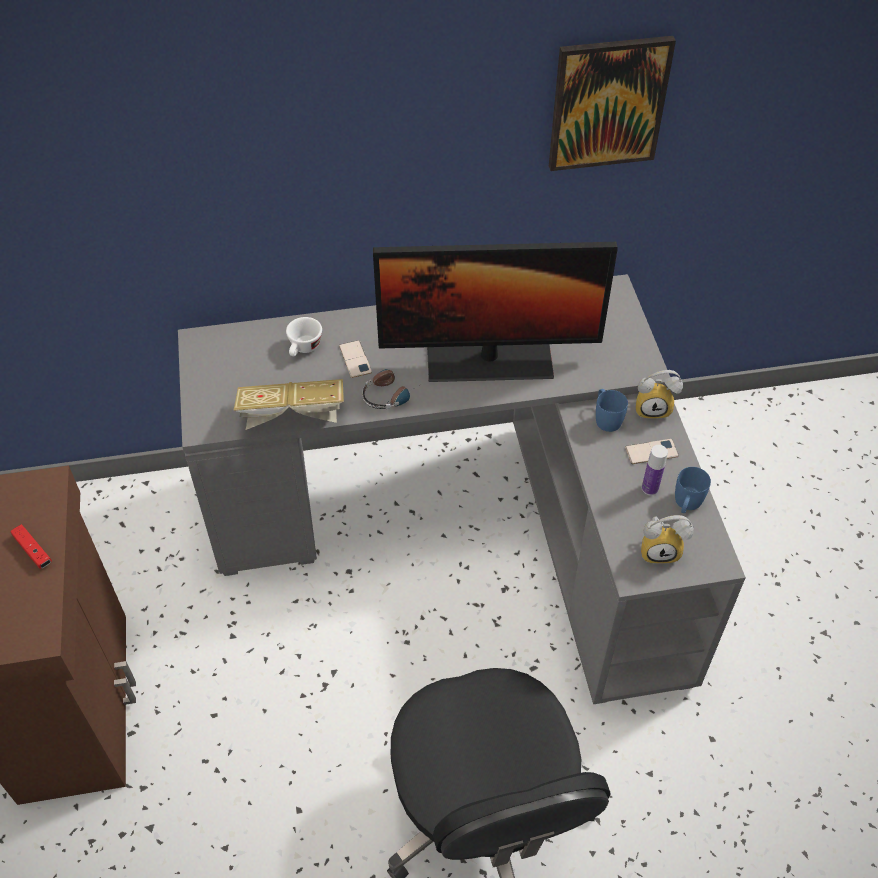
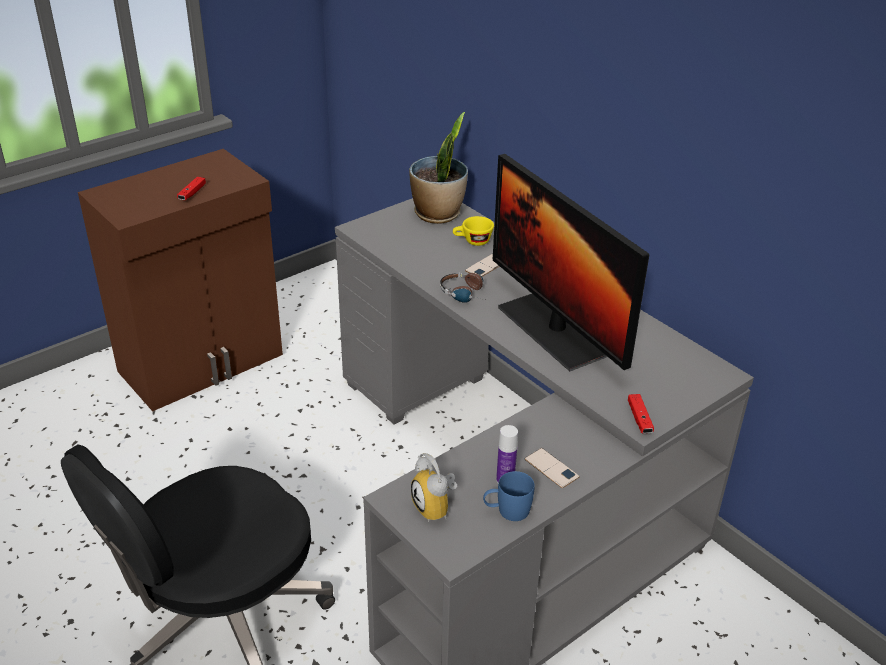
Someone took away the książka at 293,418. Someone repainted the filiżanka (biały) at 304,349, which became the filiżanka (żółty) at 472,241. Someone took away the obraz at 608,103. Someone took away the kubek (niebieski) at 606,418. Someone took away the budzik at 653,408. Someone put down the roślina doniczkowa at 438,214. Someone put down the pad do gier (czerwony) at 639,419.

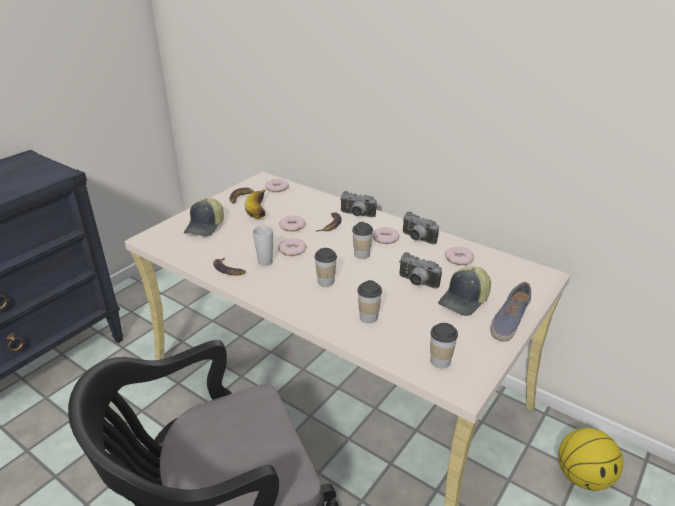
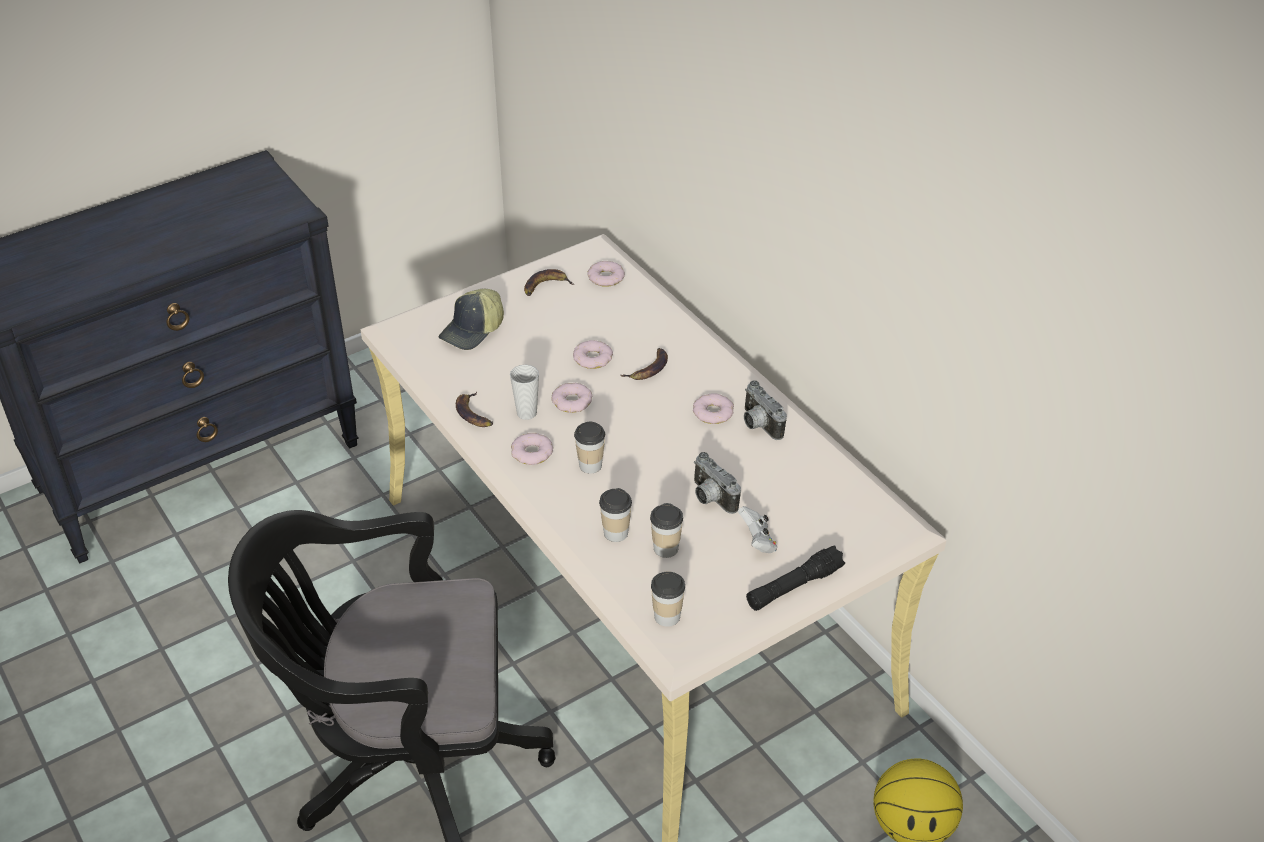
Someone took away the banan at 262,210. Someone took away the aparat fotograficzny at 356,215. Someone carried the filiżanka from 362,254 to 666,548. Someone swapped the czapka z daszkiem at 465,300 for the pad do gier (biały) at 757,541. Someone carried the donut from 459,259 to 532,453. Someone swapped the but at 509,321 for the latarka (czarny) at 794,587.

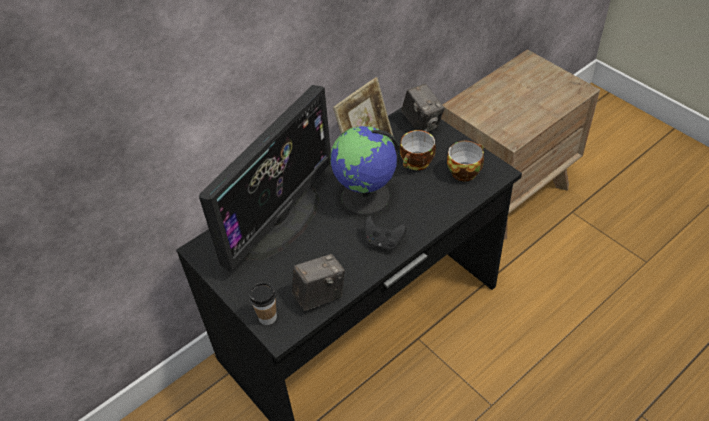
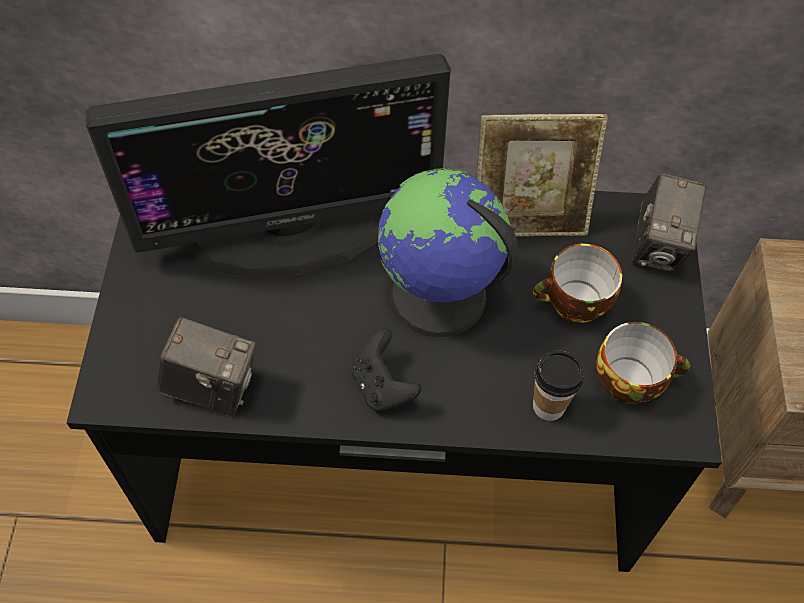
Someone carried the filiżanka from 267,317 to 548,406.

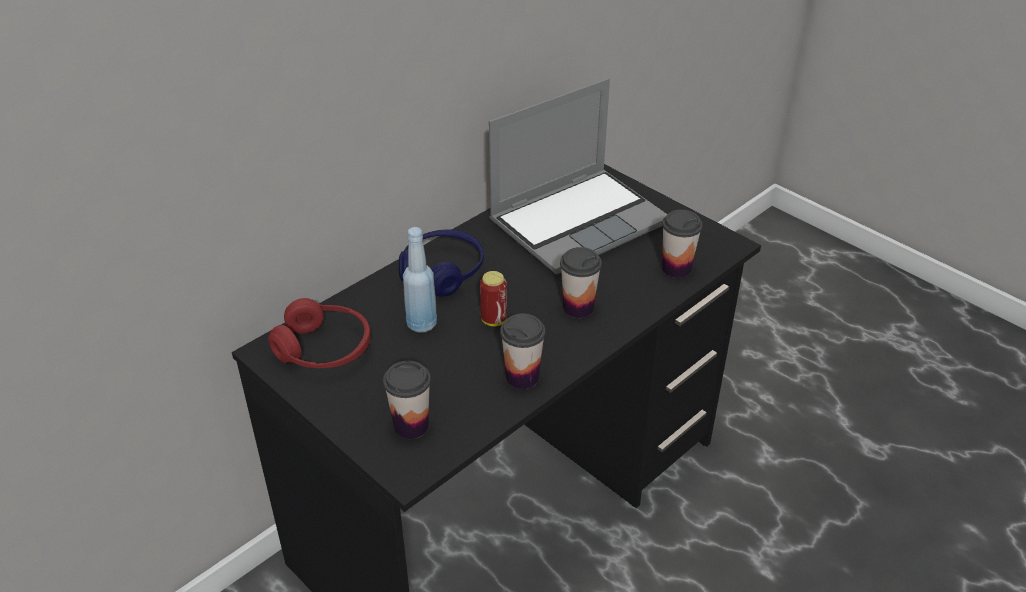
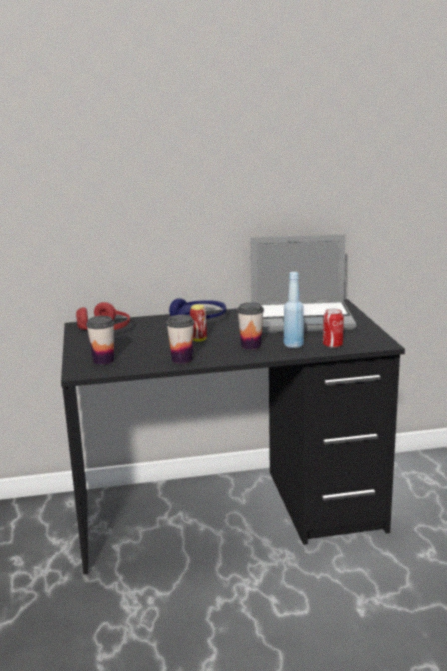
Someone carried the butelka (niebieski) from 421,324 to 293,345. Someone swapped the filiżanka at 676,268 for the puszka at 332,345.

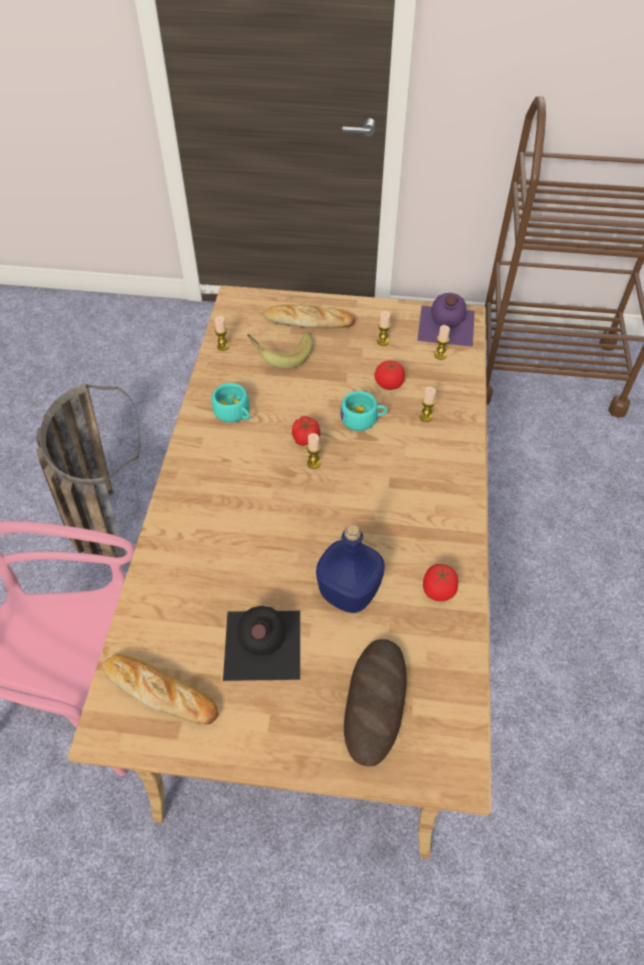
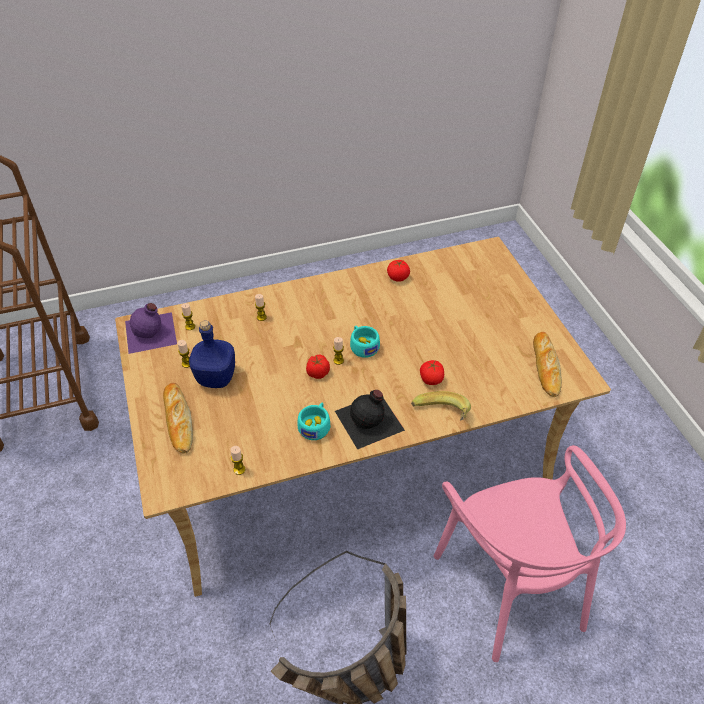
Someone carried the butelka (czarny) from 261,645 to 370,420. Someone carried the banan from 280,355 to 441,417. Someone carried the butelka (niebieski) from 350,593 to 216,377. Someone carried the filiżanka (turkusowy) from 363,419 to 363,346. Someone took away the chleb at 375,702. Someone carried the pomidor from 389,384 to 431,379.

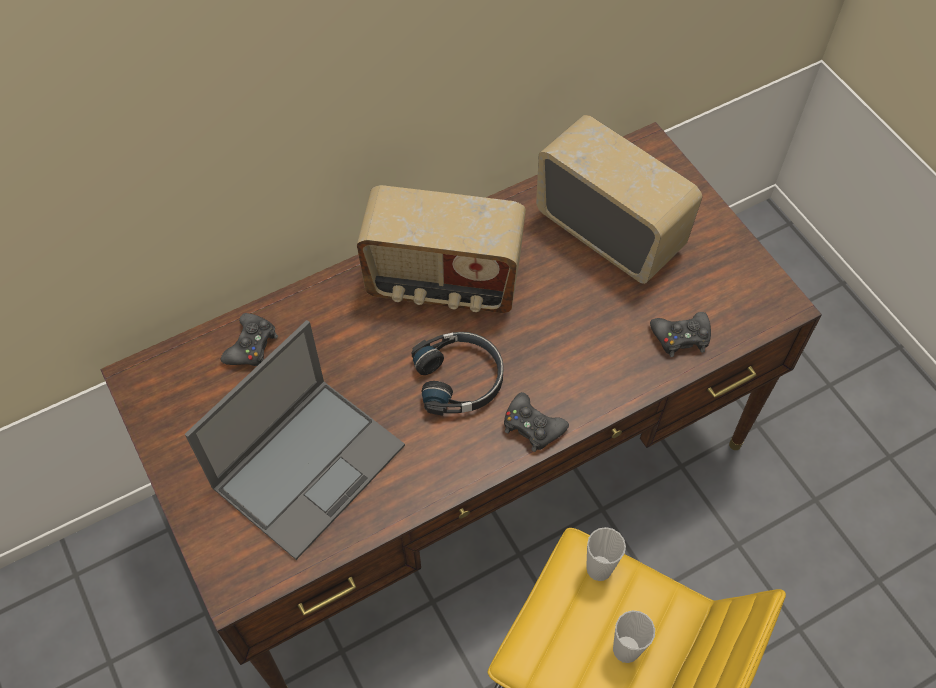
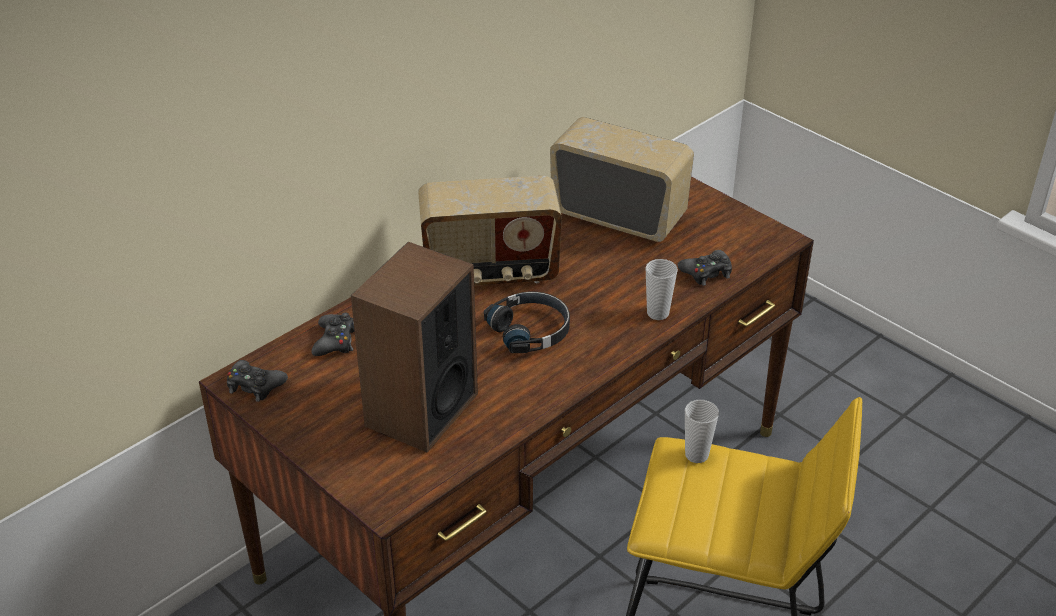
Someone swapped the laptop at 310,464 for the głośnik at 421,410. Someone carried the pad do gier (czarny) from 532,426 to 255,386. Someone carried the filiżanka from 626,649 to 658,313.

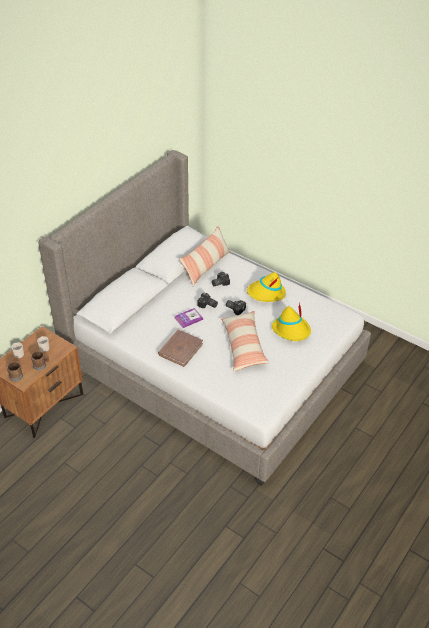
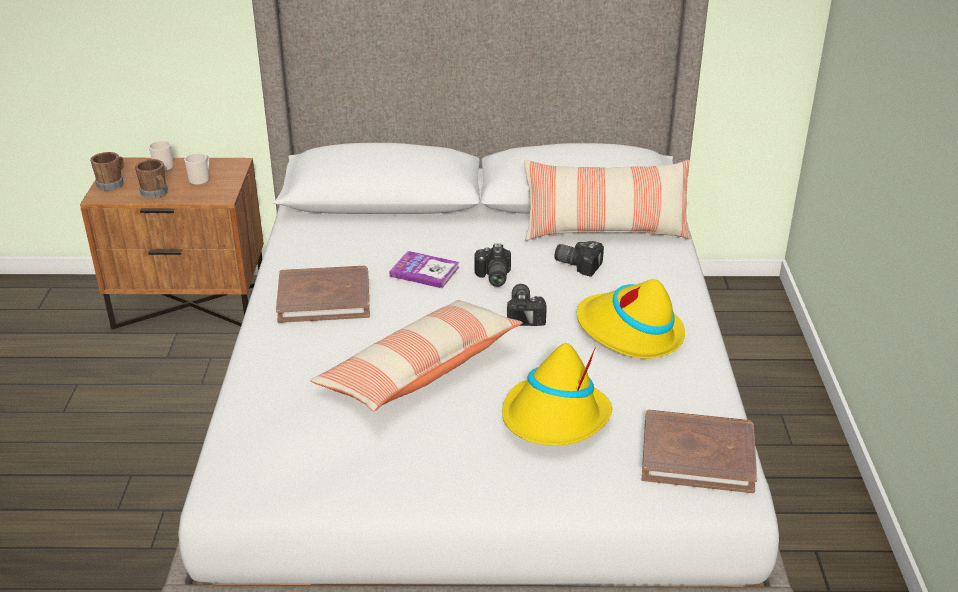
Someone put down the książka (brązowy) at 697,455.

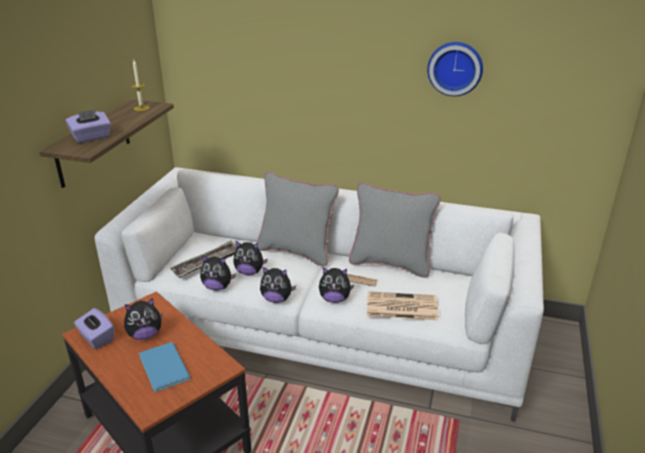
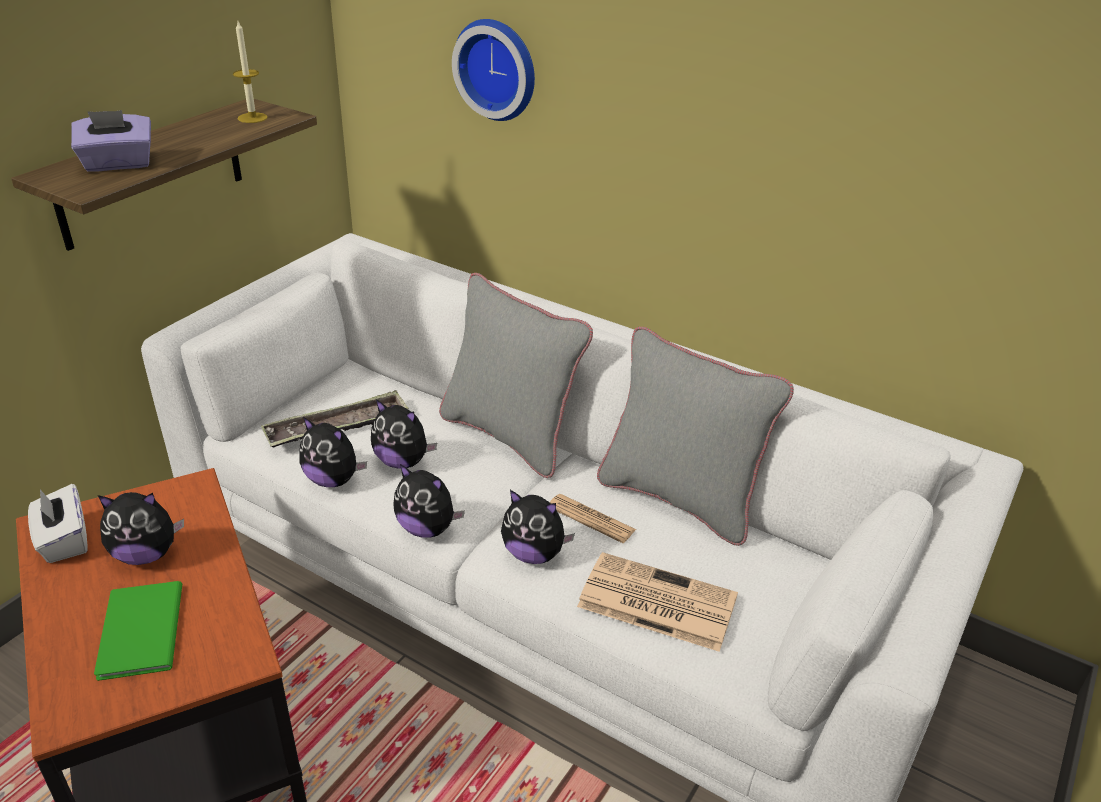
Someone repainted the pudełko chusteczek (fioletowy) at 96,338, which became the pudełko chusteczek (biały) at 64,540. Someone repainted the książka (niebieski) at 163,369, which became the książka (zielony) at 137,634. Someone carried the zegar ścienny from 455,68 to 498,68.

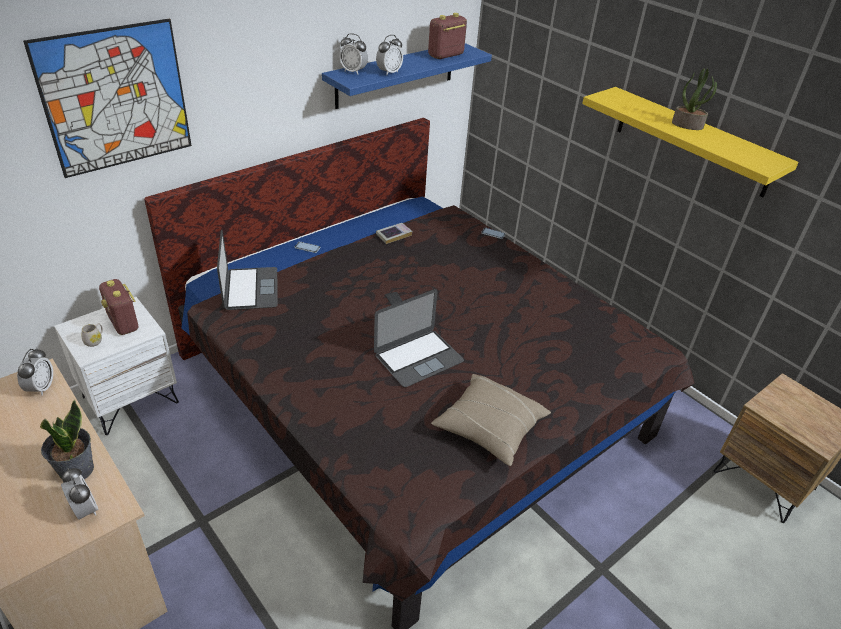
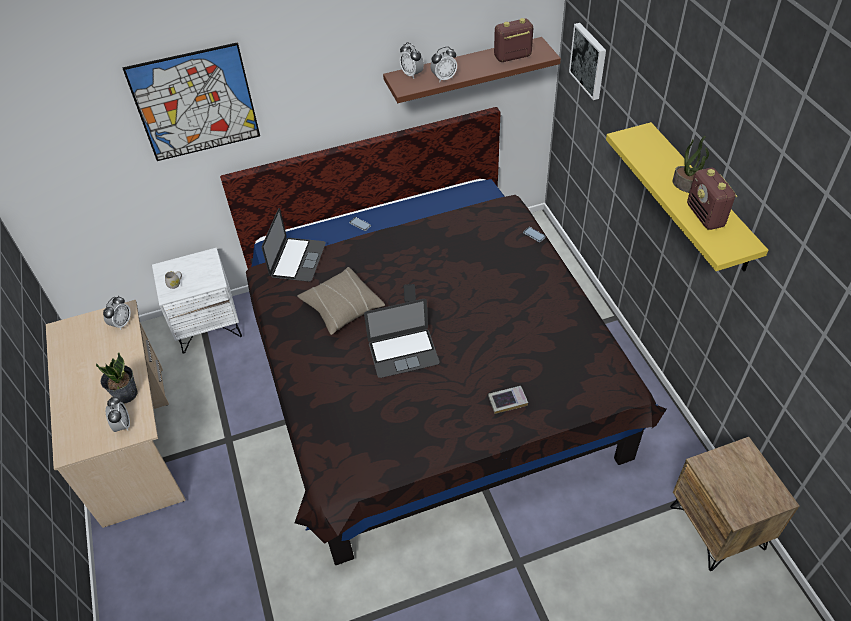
Someone carried the radio from 124,323 to 705,216. Someone repainted the półka (niebieski) at 396,75, which became the półka (brązowy) at 464,70. Someone carried the książka from 394,235 to 507,401. Someone carried the poduszka (beżowy) from 489,428 to 342,308. Someone put up the obraz at 589,60.

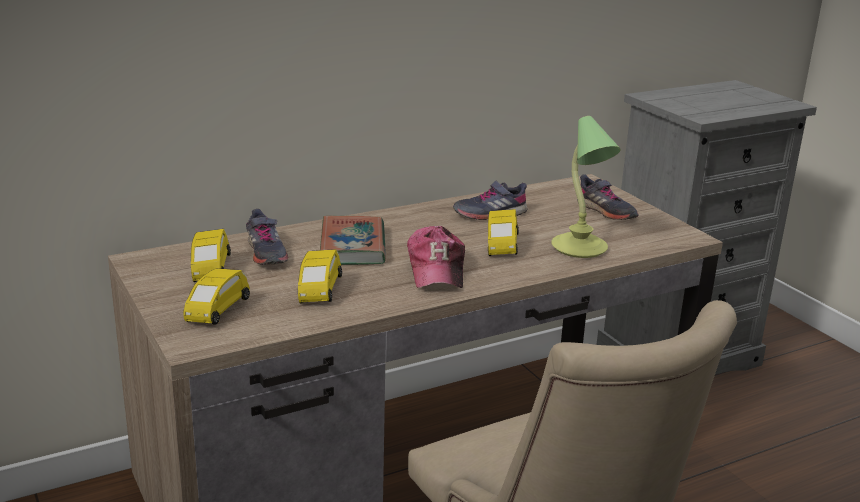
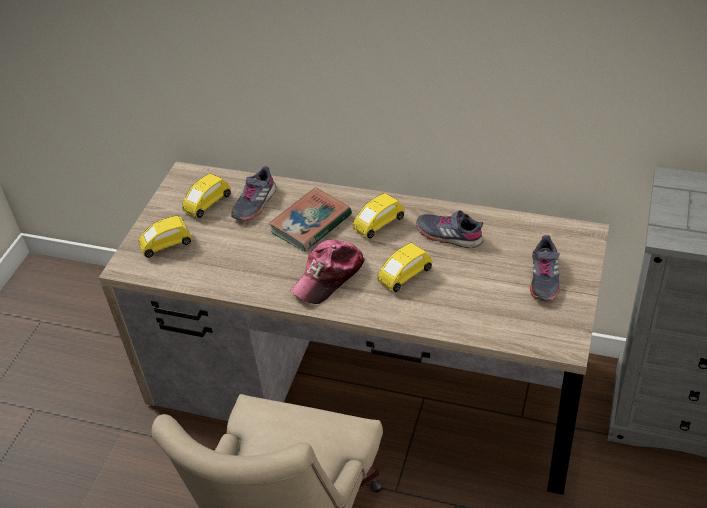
Someone carried the samochodzik (żółty) from 318,291 to 378,224. Someone took away the lampa stołowa at 579,248.

